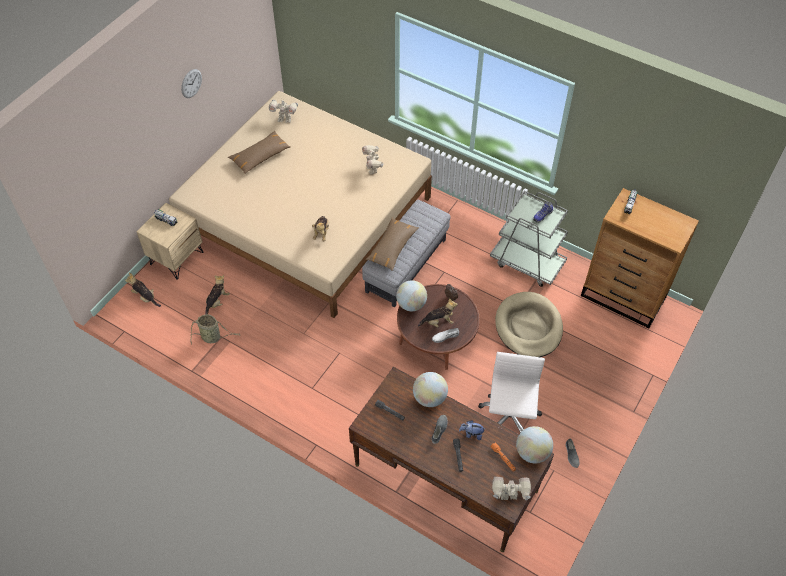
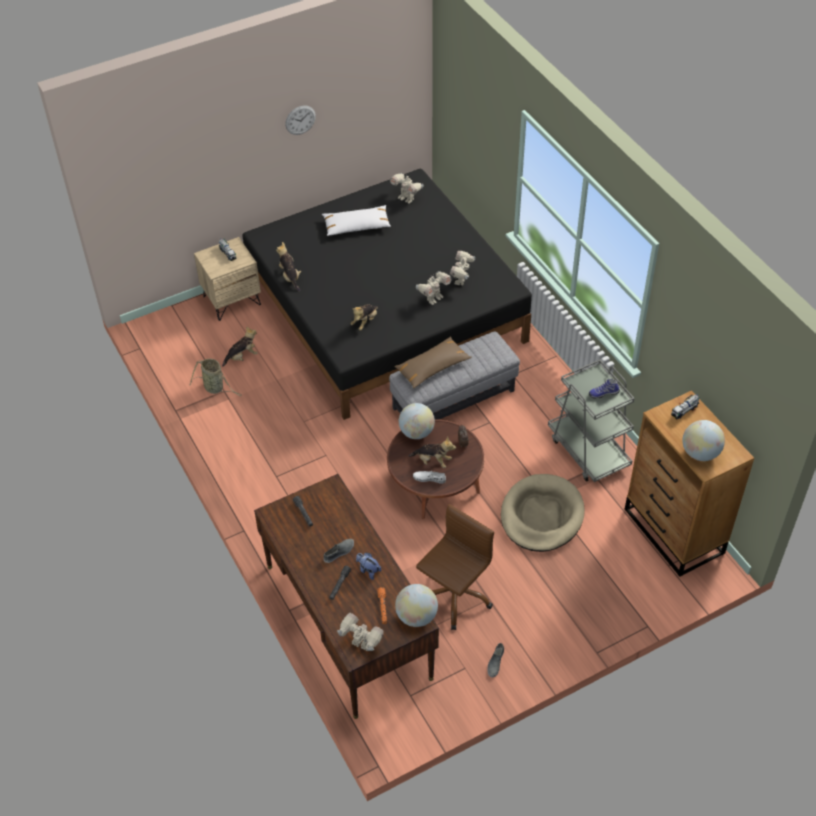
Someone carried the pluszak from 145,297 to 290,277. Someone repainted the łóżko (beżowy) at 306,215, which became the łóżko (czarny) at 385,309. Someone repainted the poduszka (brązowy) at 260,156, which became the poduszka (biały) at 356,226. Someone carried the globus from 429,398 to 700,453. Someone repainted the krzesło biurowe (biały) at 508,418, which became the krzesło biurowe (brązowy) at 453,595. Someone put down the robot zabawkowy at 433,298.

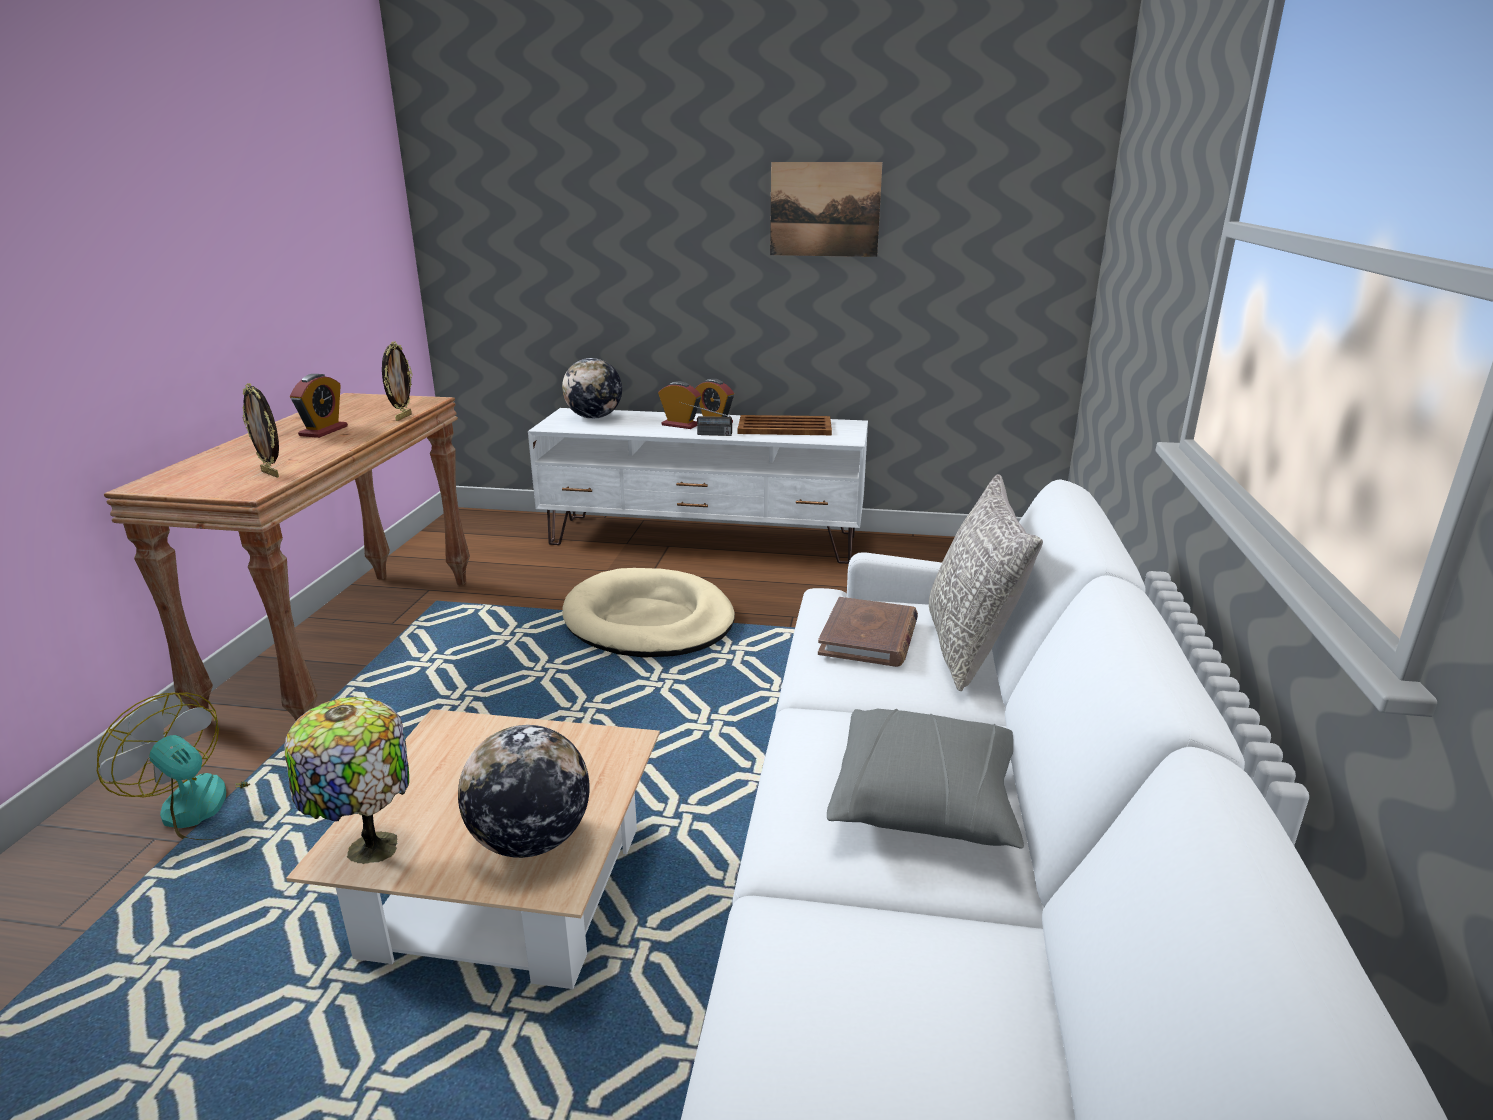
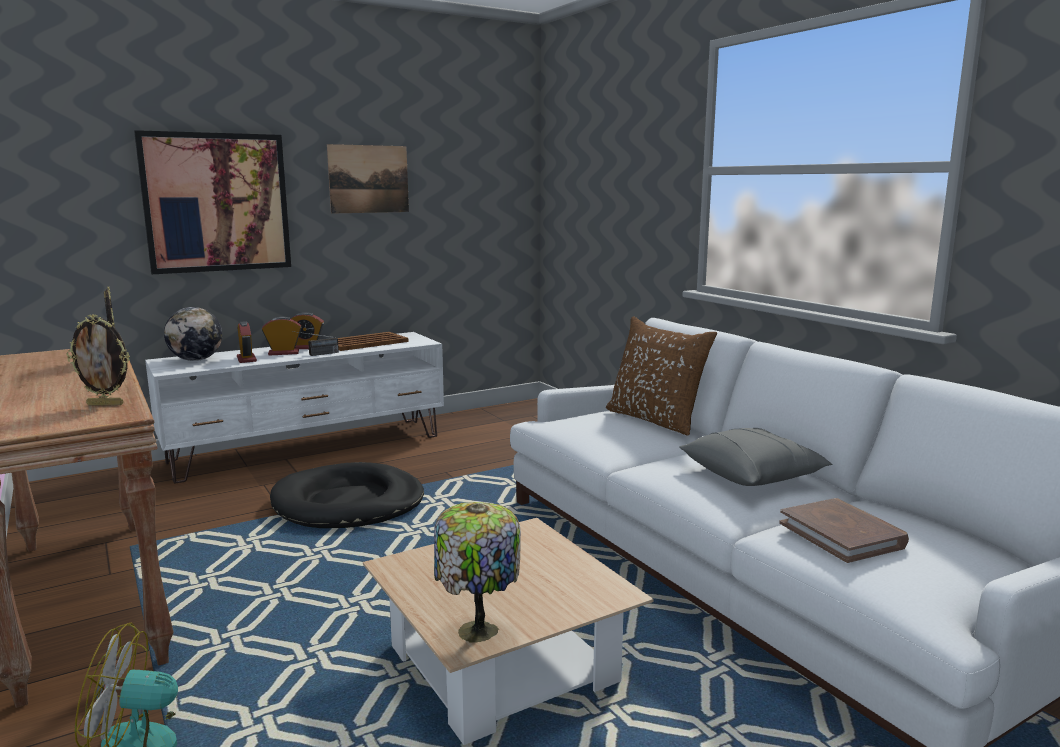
Someone carried the budzik from 323,431 to 246,359. Someone took away the globus at 530,840. Someone repainted the legowisko (beżowy) at 649,621, which became the legowisko (czarny) at 348,503. Someone carried the książka (brązowy) from 869,637 to 842,535. Someone repainted the poduszka (szary) at 970,646, which became the poduszka (brązowy) at 656,420. Someone put up the obraz at 216,202.

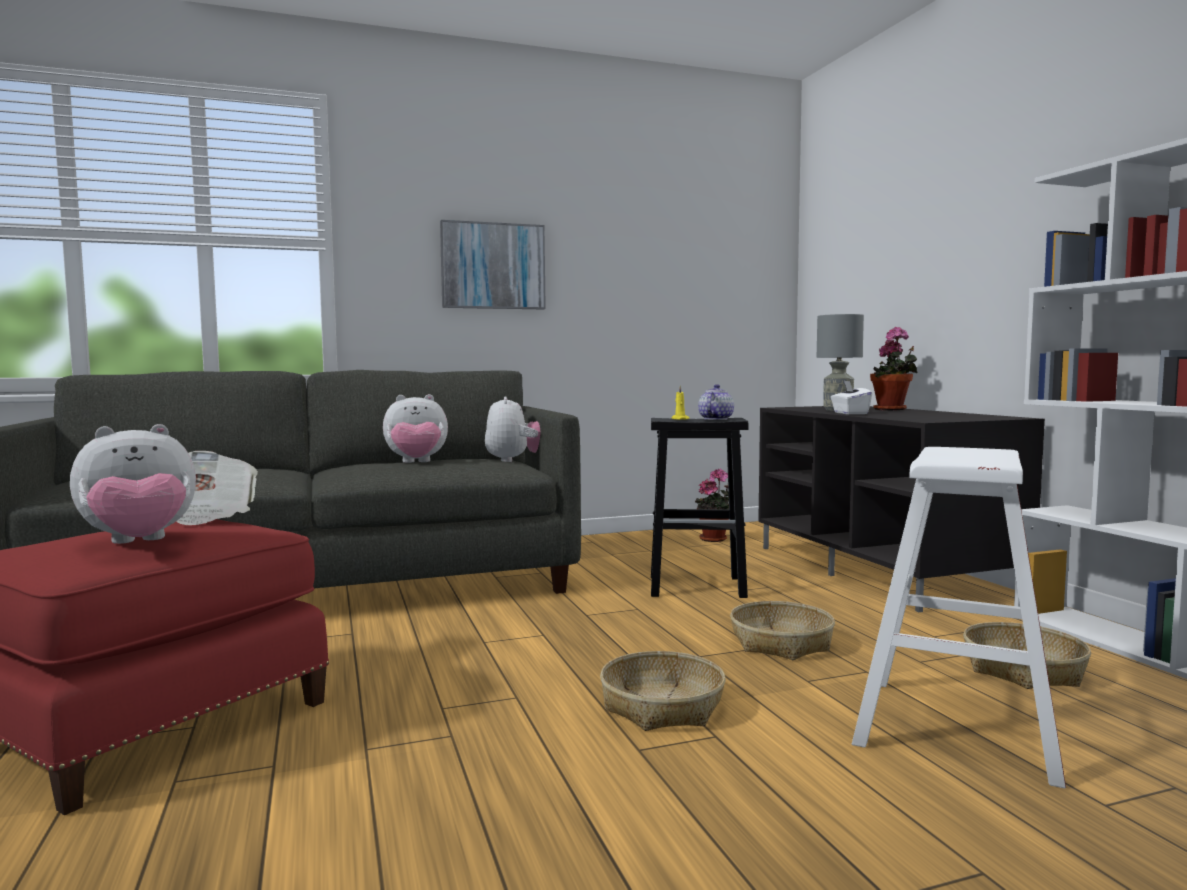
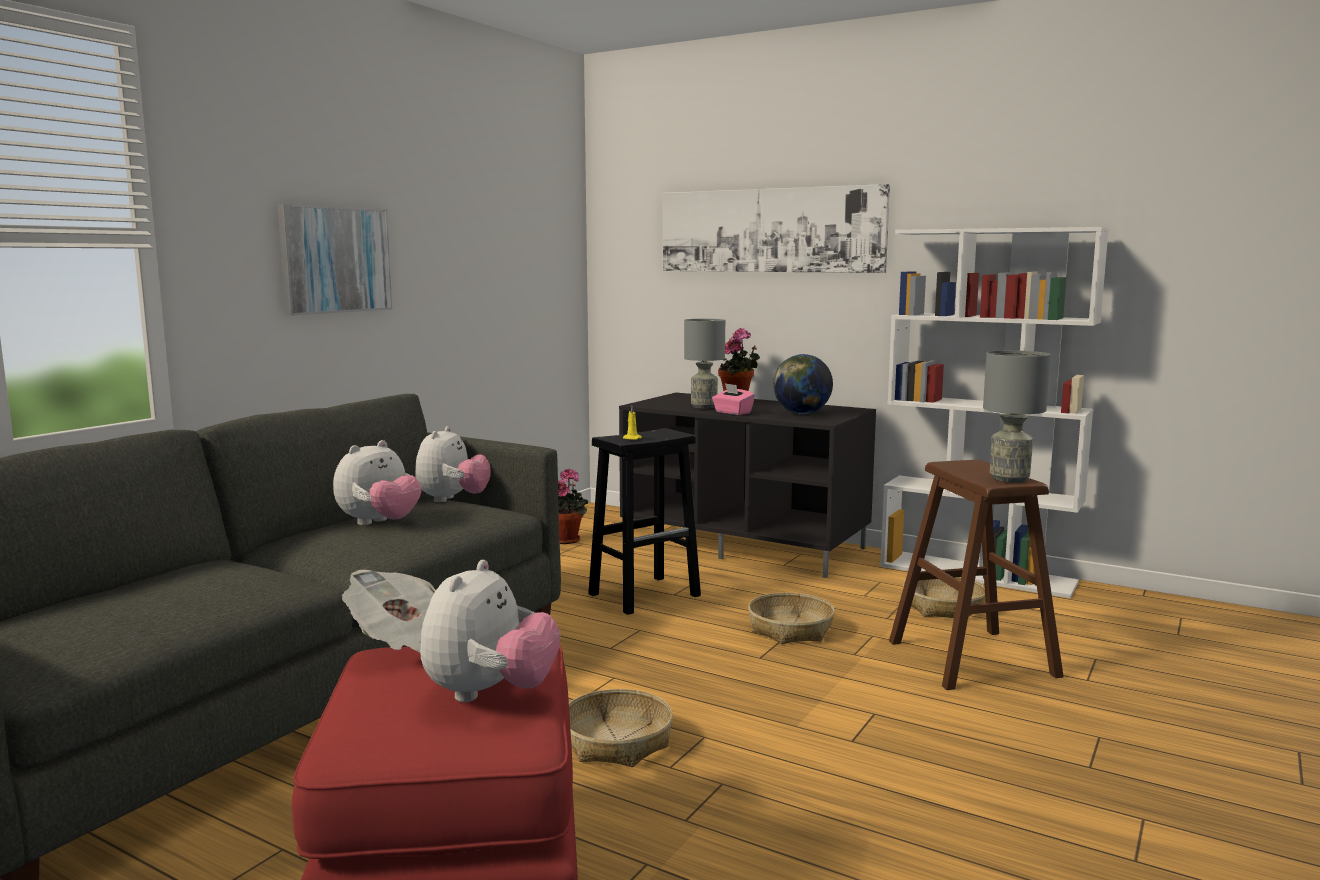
Someone rotated the pluszak at 515,461 by 60 degrees clockwise. Someone carried the koszyk from 663,706 to 617,742. Someone took away the imbryk at 715,419. Someone repainted the pudełko chusteczek (biały) at 850,413, which became the pudełko chusteczek (różowy) at 732,413. Someone repainted the stołek (biały) at 957,727, which became the stołek (brązowy) at 972,658. Someone put up the obraz at 769,230. Someone put down the globus at 801,413. Someone put down the lampa stołowa (szary) at 1008,479.

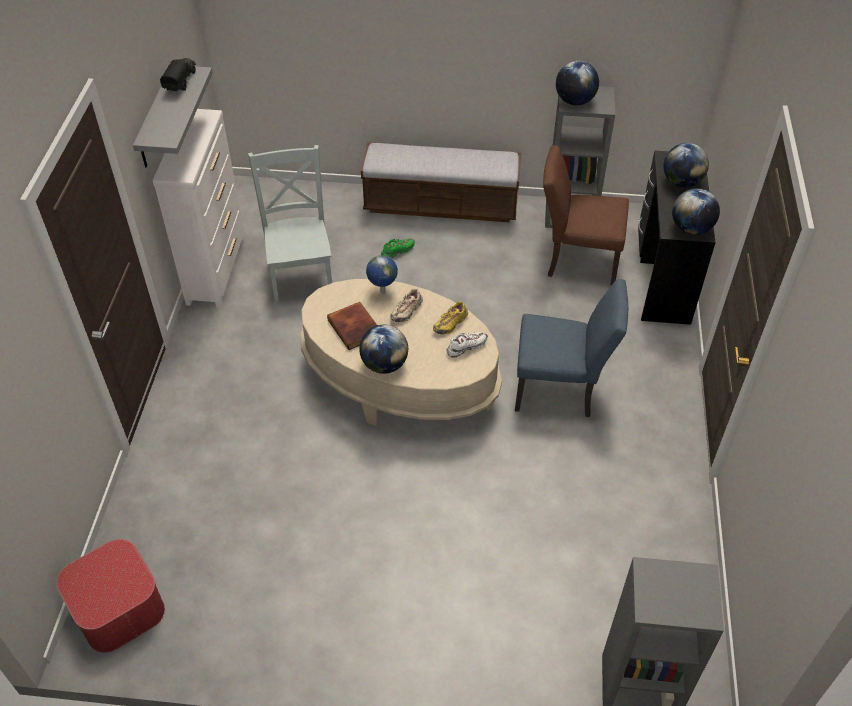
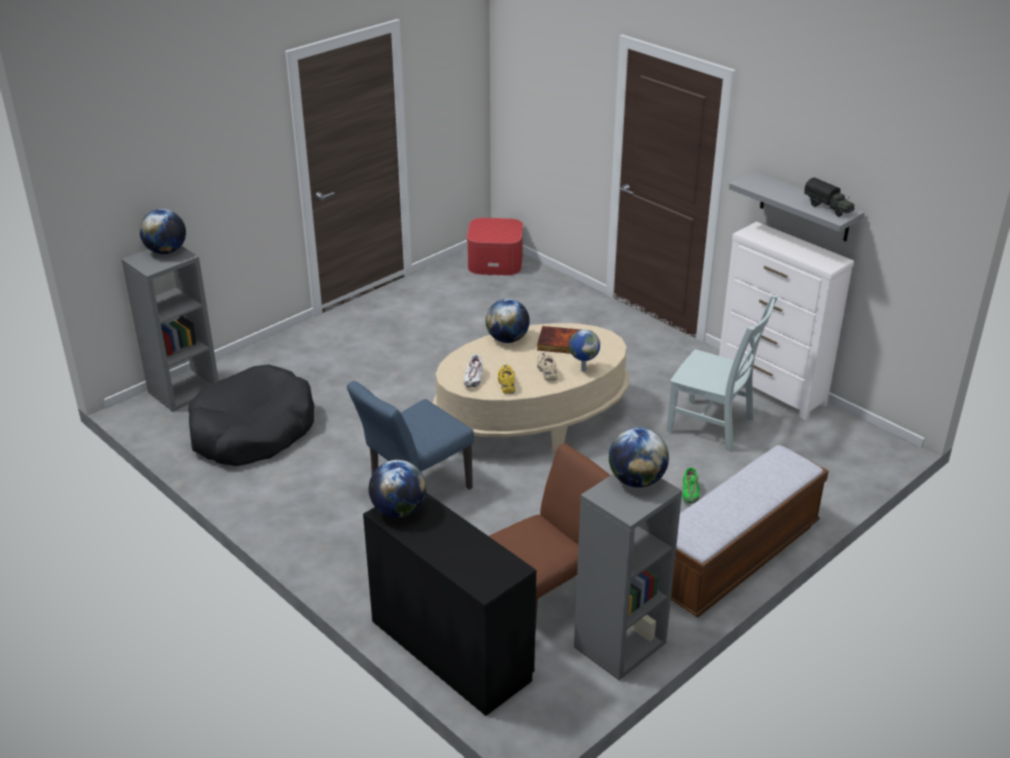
Someone carried the globus from 681,182 to 166,251. Someone put down the legowisko (czarny) at 252,431.

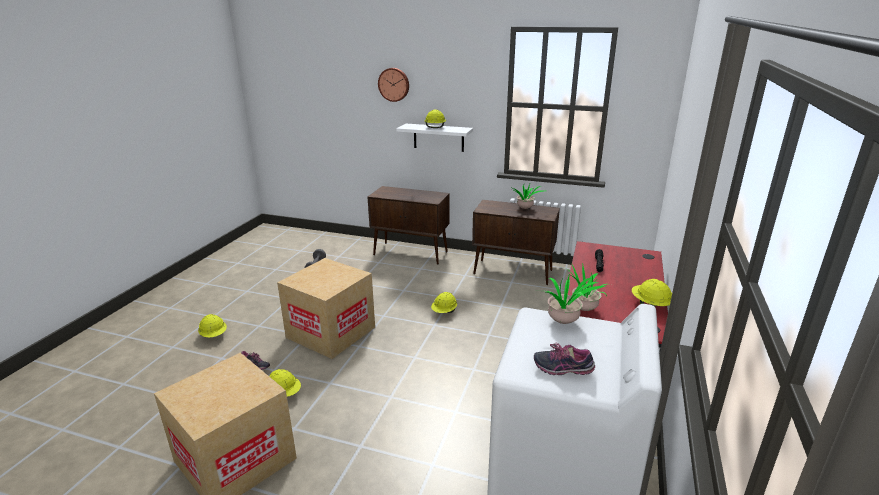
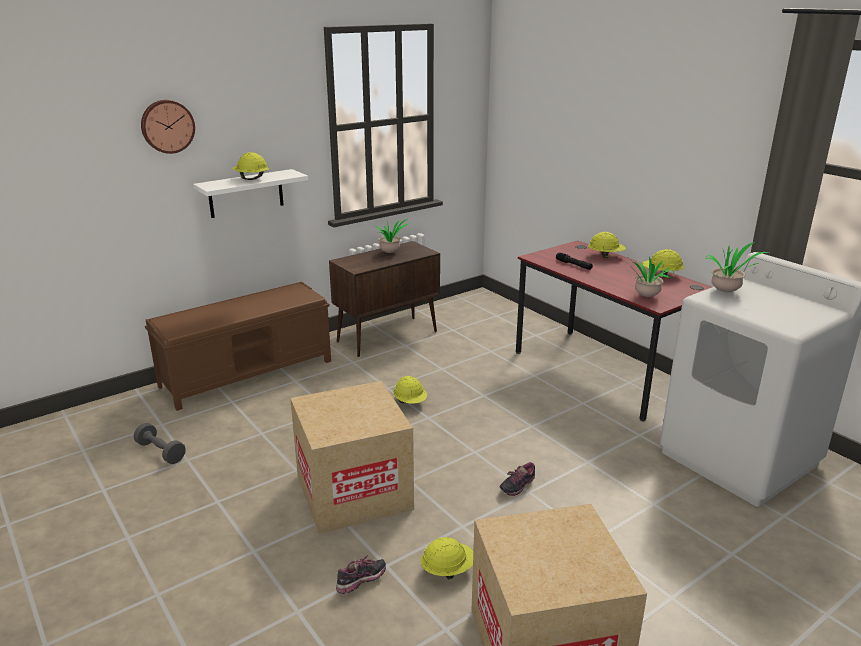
Someone carried the kask (żółty) from 214,335 to 605,256. Someone swapped the szafka (brązowy) at 411,253 for the ławka (brązowy) at 248,373. Someone carried the but from 563,369 to 517,486.

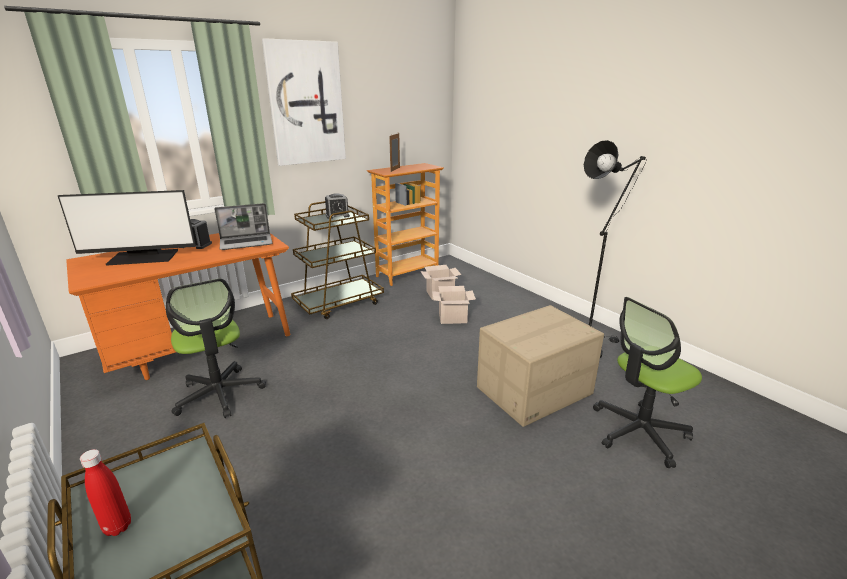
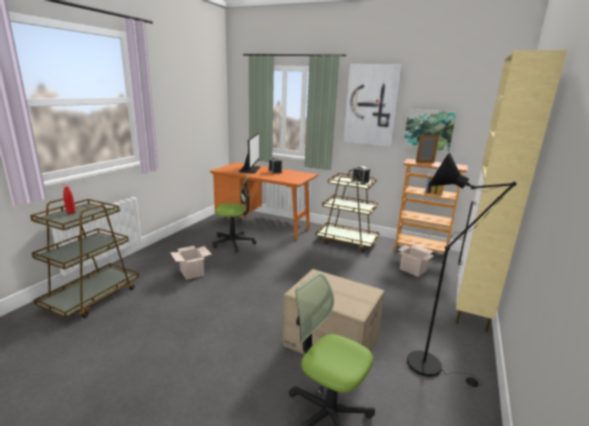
Someone rotated the monitor at 143,258 by 135 degrees counterclockwise. Someone rotated the krzesło biurowe at 219,394 by 120 degrees counterclockwise. Someone took away the laptop at 247,243. Someone carried the karton from 453,318 to 192,273. Someone put up the obraz at 428,130. Someone put down the szafka (beżowy) at 471,309.

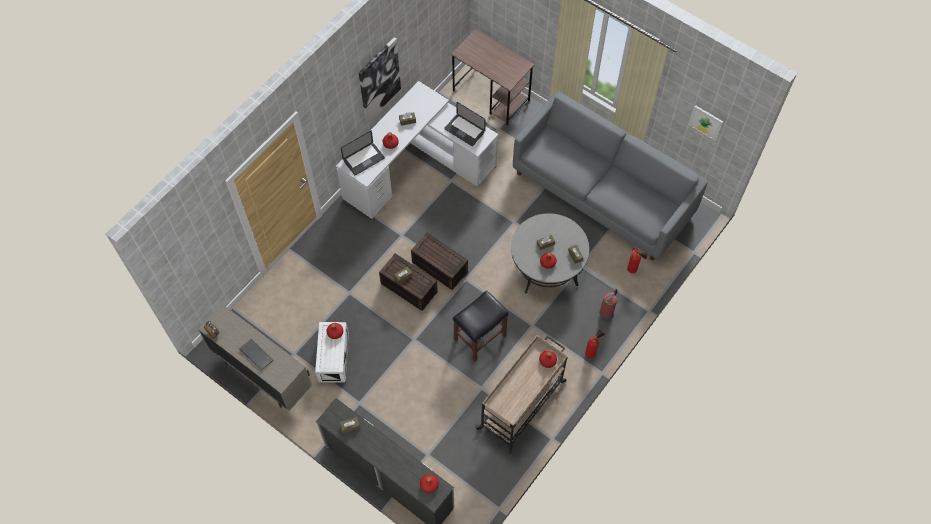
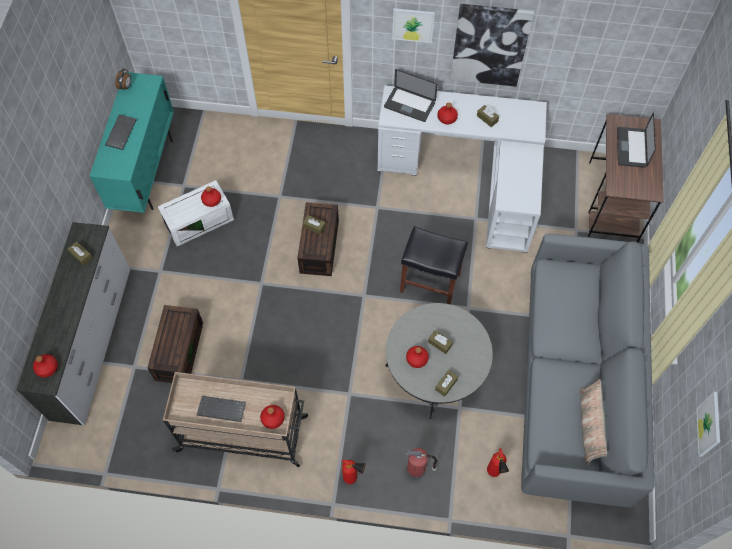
Someone repainted the szafka (beżowy) at 263,375, which became the szafka (turkusowy) at 146,172. Someone carried the pojemnik do przechowywania (brązowy) from 438,267 to 178,350. Someone carried the laptop from 464,130 to 631,148. Someone carried the stołek (czarny) from 479,338 to 429,283. Someone put down the klawiatura at 220,410. Someone put up the obraz at 413,25. Someone put down the poduszka at 589,426.

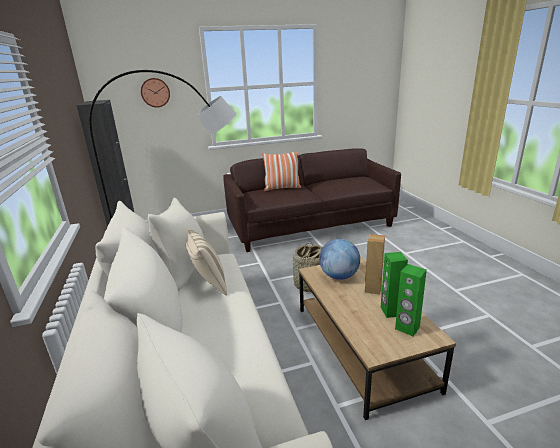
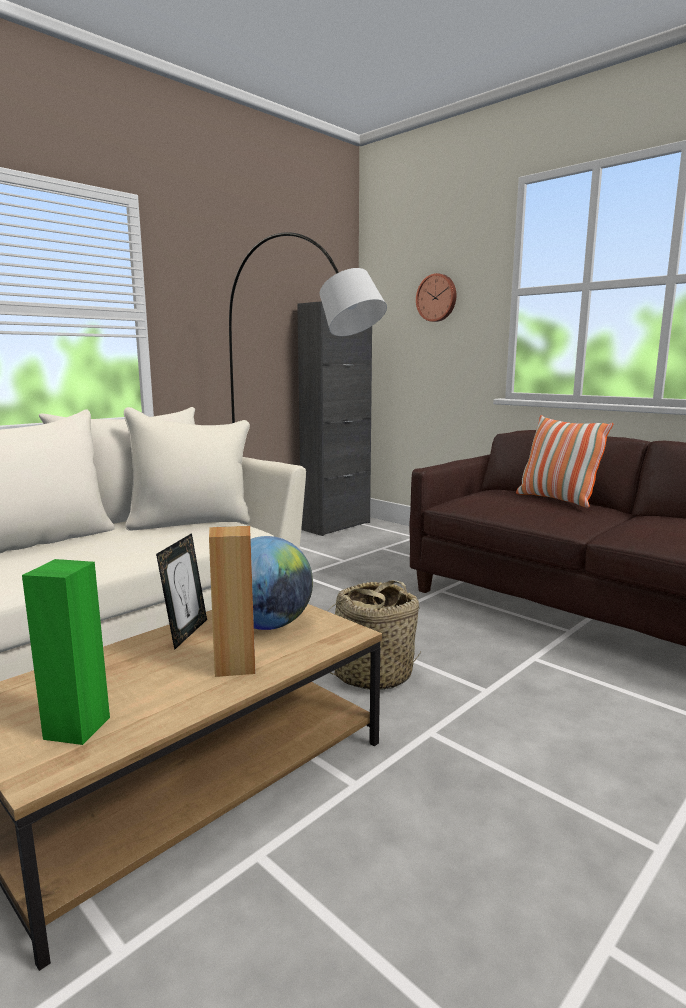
Someone took away the poduszka (beżowy) at 208,284. Someone took away the głośnik (zielony) at 390,311. Someone put down the ramka na zdjęcie at 186,633.

